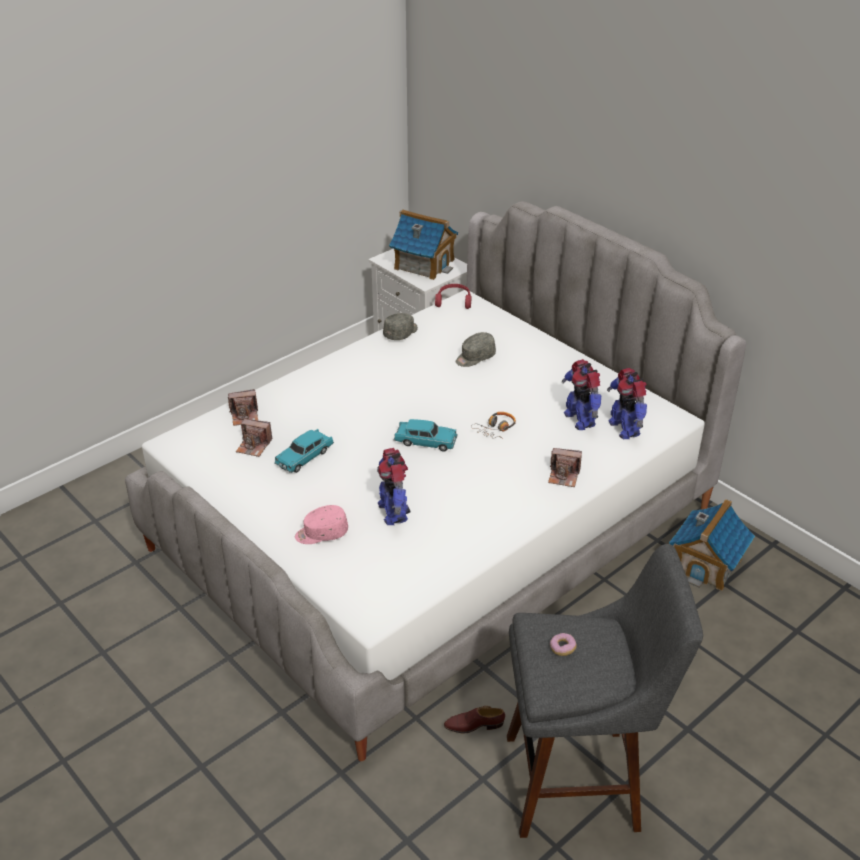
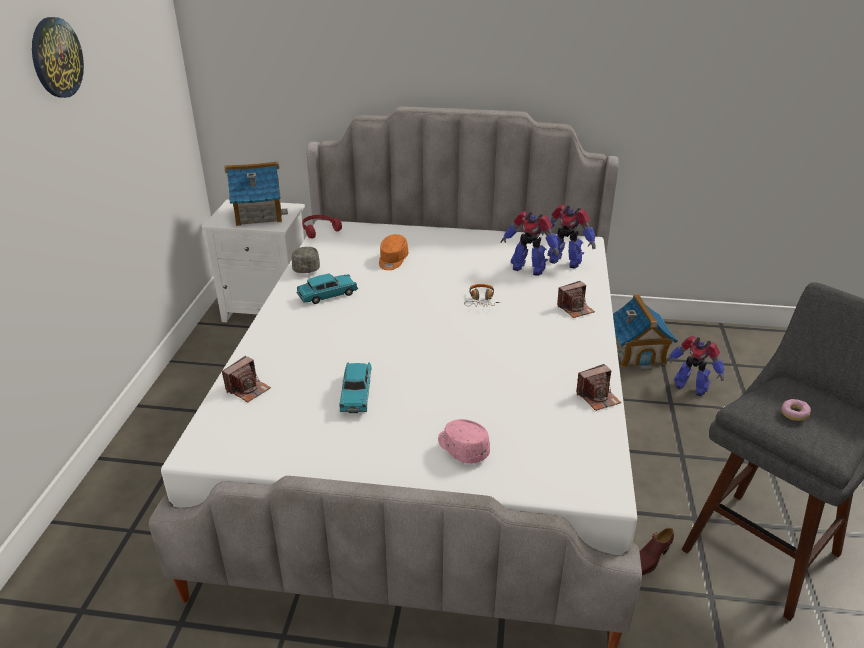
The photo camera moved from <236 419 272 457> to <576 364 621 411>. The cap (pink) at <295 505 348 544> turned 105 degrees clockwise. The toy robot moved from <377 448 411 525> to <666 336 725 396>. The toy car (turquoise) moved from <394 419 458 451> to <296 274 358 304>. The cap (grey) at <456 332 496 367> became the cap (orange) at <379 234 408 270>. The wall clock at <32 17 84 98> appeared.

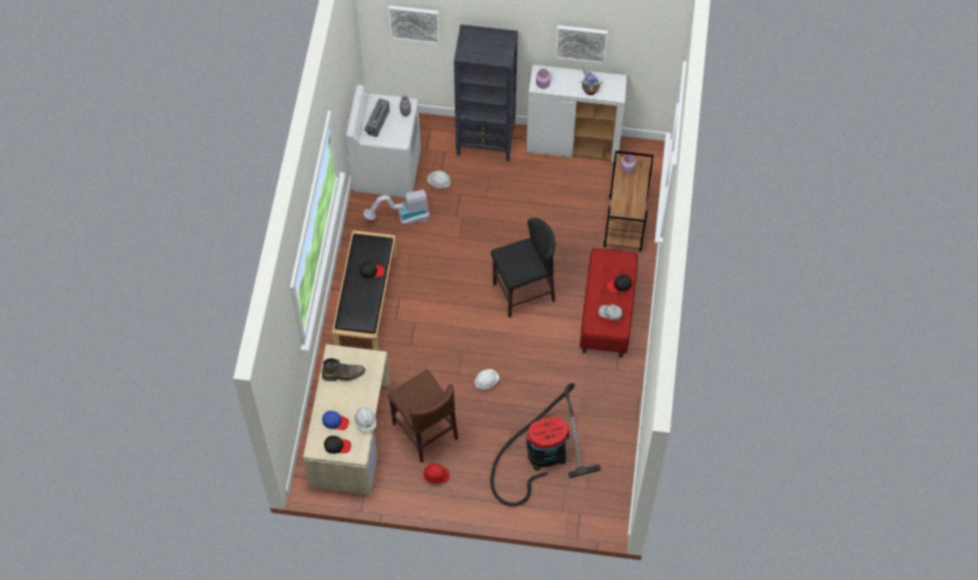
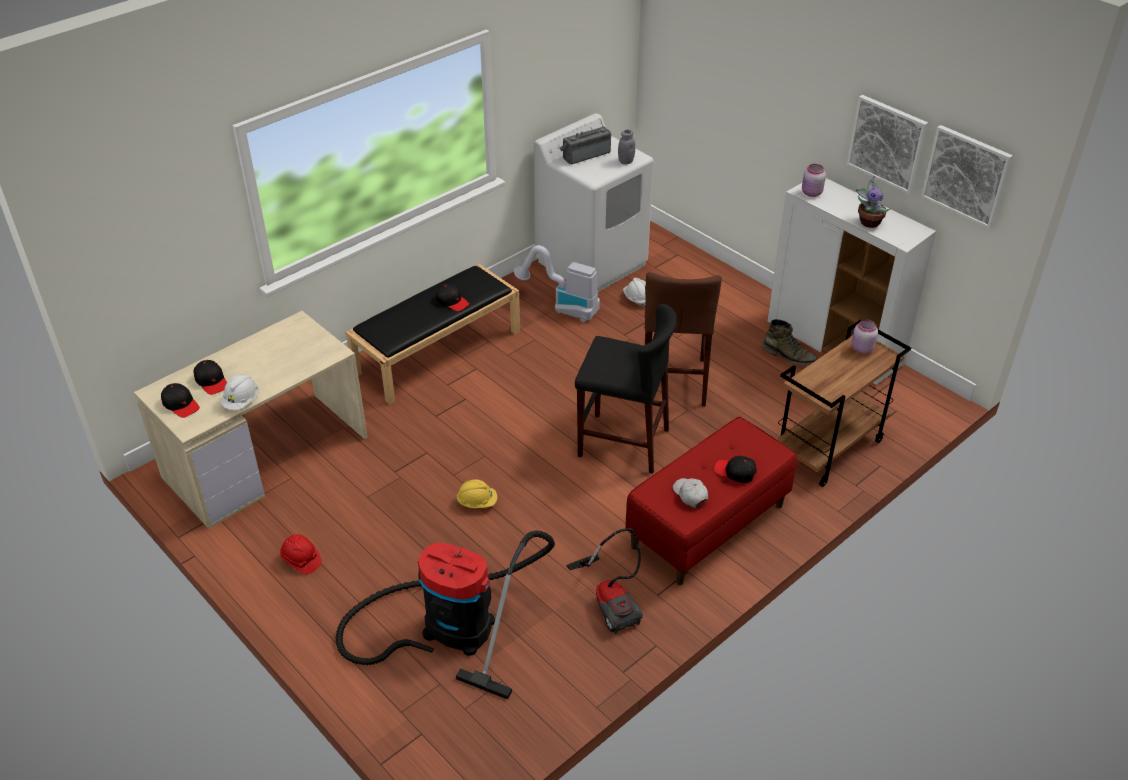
The boot (green) moved from <322 358 365 381> to <762 319 818 365>. The cap (blue) at <322 411 349 430> became the cap (black) at <194 360 227 395>. The picture moved from <388 5 440 44> to <921 125 1013 229>. The stool (brown) moved from <388 370 458 463> to <645 272 722 406>. The bookcase (black) at <454 24 518 161> disappeared. The hard hat (white) at <475 369 499 389> became the hard hat (yellow) at <456 479 497 508>. The vacuum cleaner at <567 528 643 634> appeared.

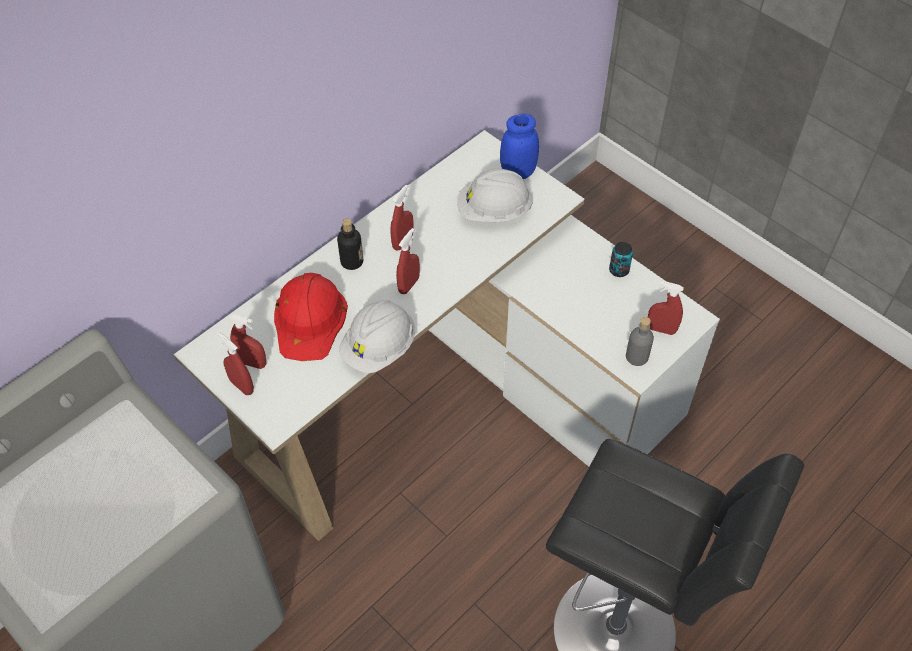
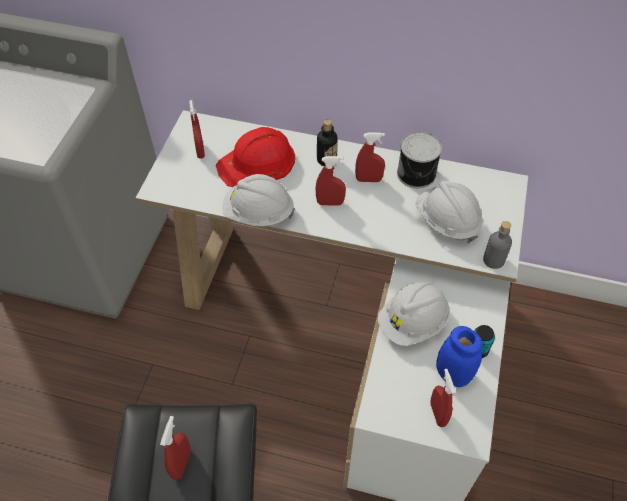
The spray bottle (red) moved from <218 332 254 395> to <160 416 191 480>. The jar (blue) moved from <500 114 539 179> to <436 326 482 387>. The bottle (grey) moved from <626 317 654 366> to <483 221 512 269>. The hard hat (white) at <378 282 450 346> appeared. The can at <397 132 442 189> appeared.

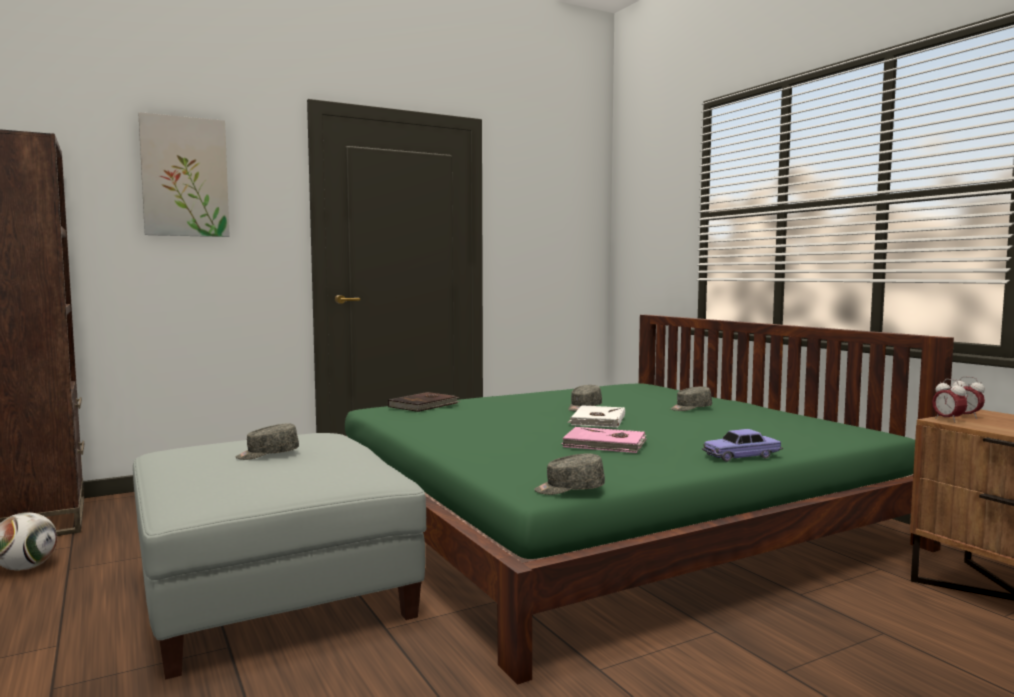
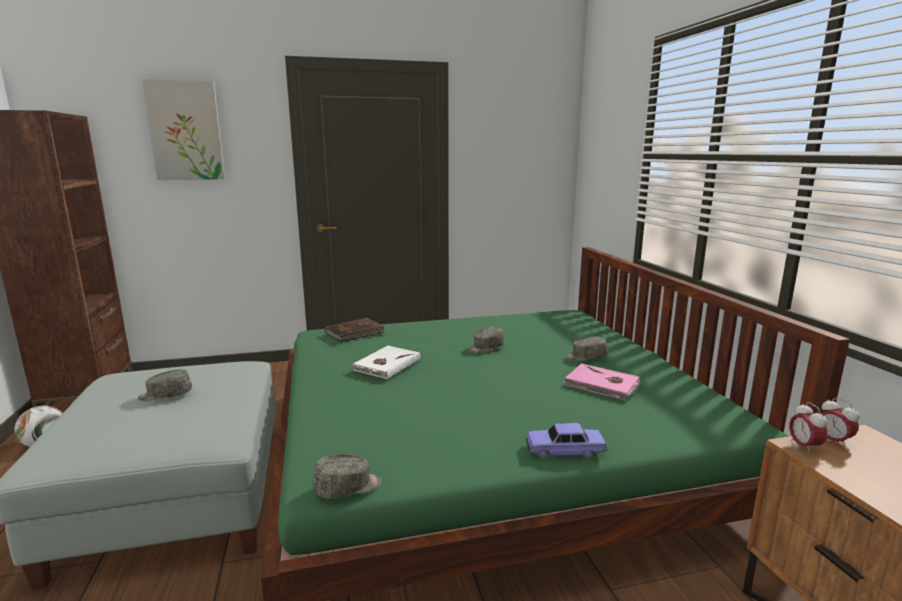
The cap (grey) at <534 454 605 495> turned 150 degrees clockwise. The book (pink) moved from <562 427 647 453> to <564 364 640 400>. The book (white) moved from <567 405 625 428> to <350 346 420 379>.

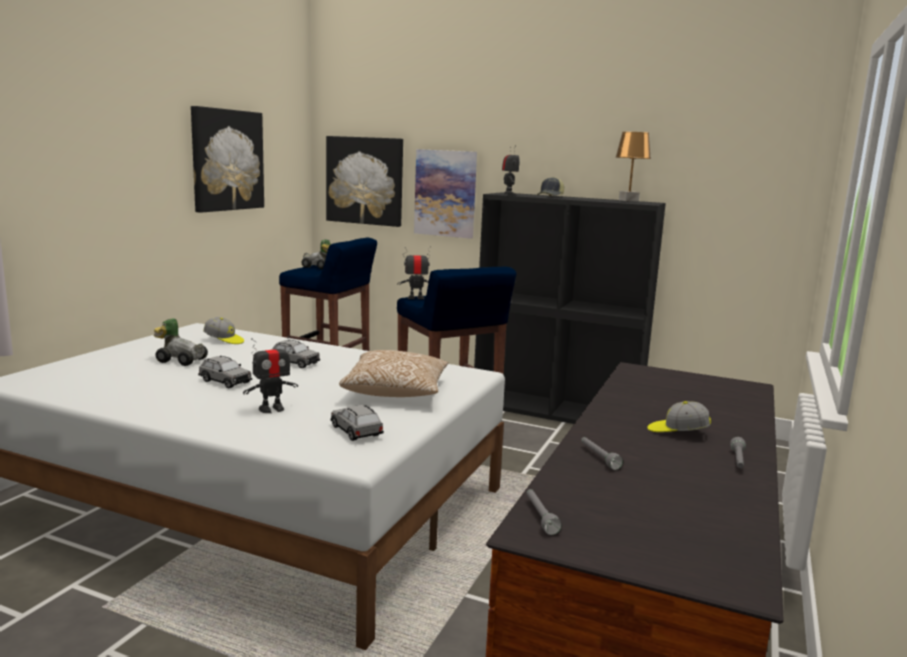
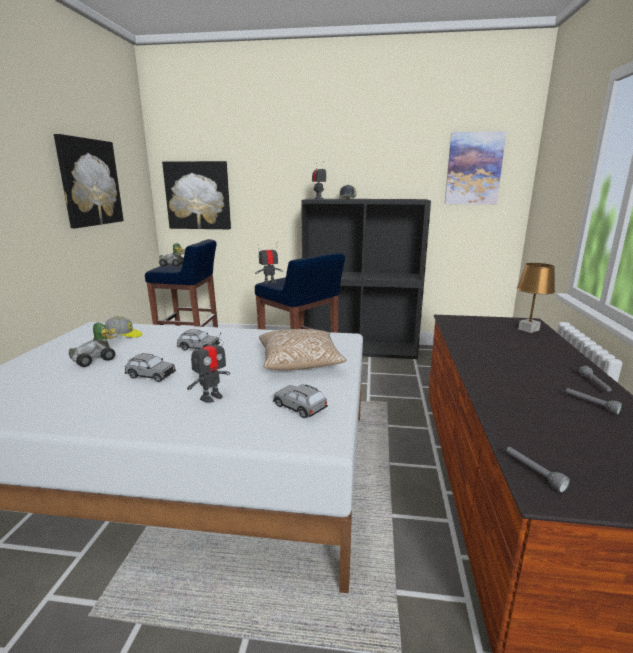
The toy car at <153 318 208 366> turned 135 degrees clockwise. The picture moved from <414 149 477 239> to <445 131 506 204>. The flashlight (grey) moved from <581 437 623 470> to <565 388 623 415>. The table lamp (brown) moved from <616 132 651 202> to <517 263 555 333>. The cap at <647 401 711 432> disappeared.

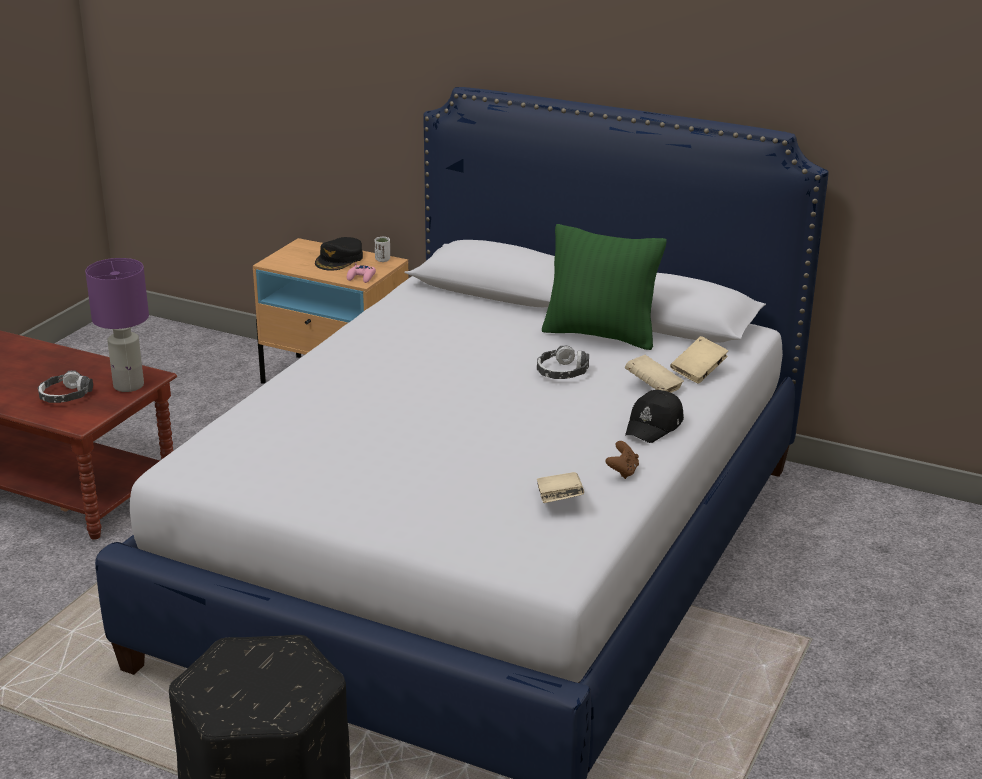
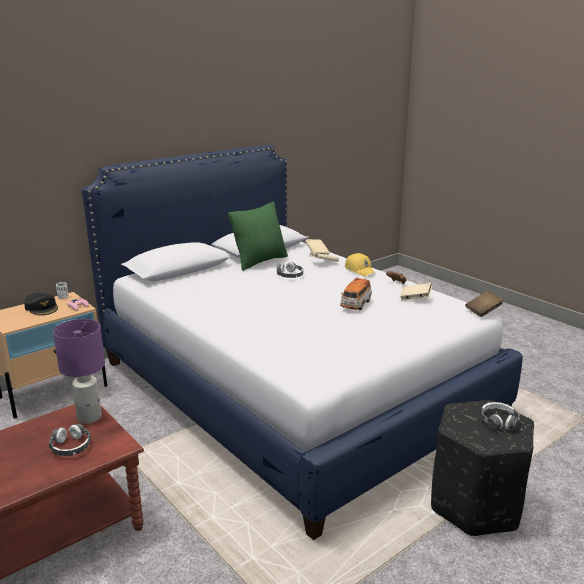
The cap (black) at <625 390 684 443> became the cap (yellow) at <345 253 376 276>. The toy car at <340 277 372 310> appeared. The book (brown) at <466 291 503 317> appeared. The headphones at <481 402 520 430> appeared.

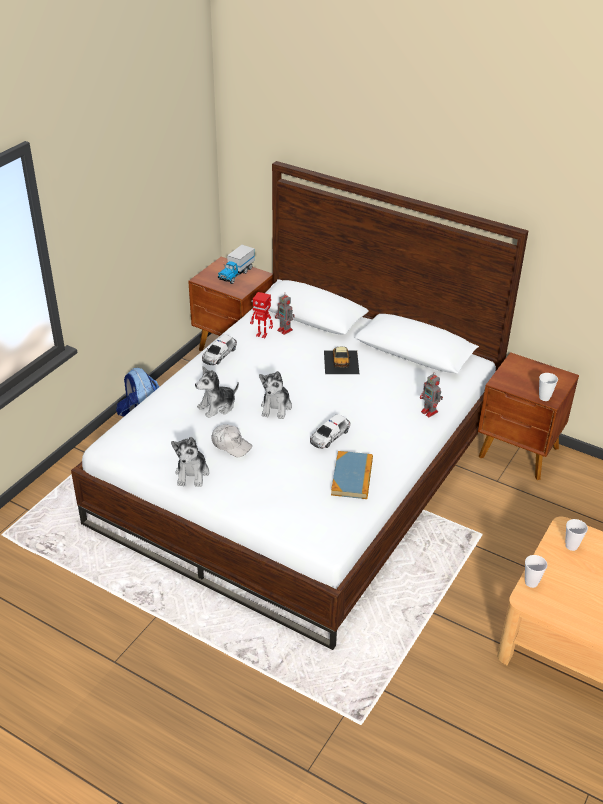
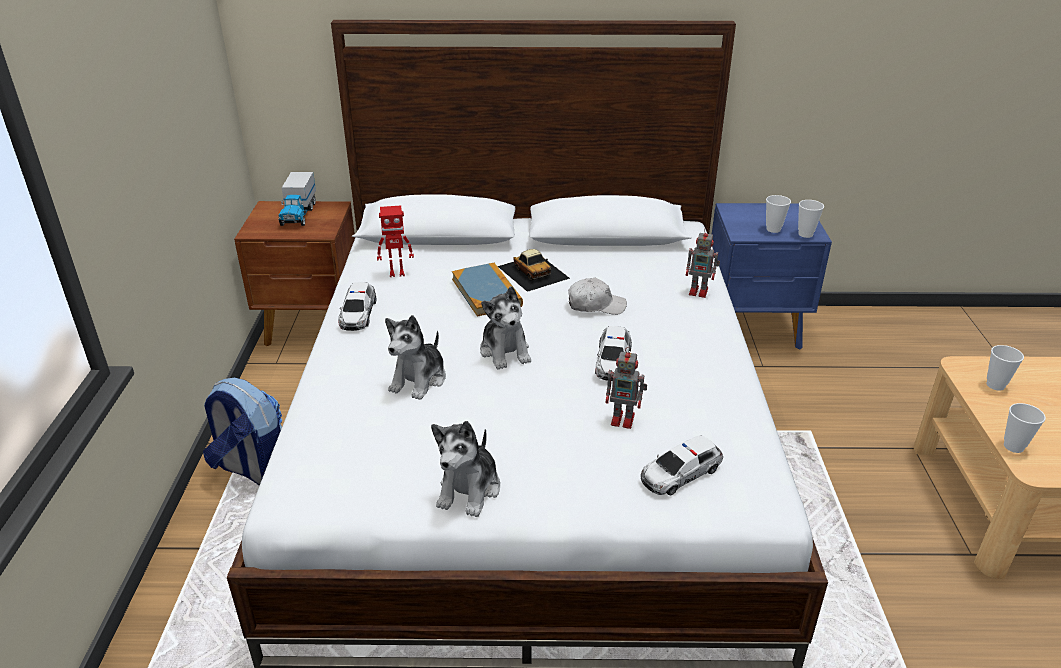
The plush toy at <171 437 209 487> turned 45 degrees clockwise. The cap (white) moved from <211 424 252 457> to <568 278 627 315>. The toy robot moved from <275 292 295 335> to <605 347 647 429>. The book moved from <331 451 373 499> to <452 263 523 317>. The nightstand (brown) at <478 352 579 480> became the nightstand (blue) at <712 203 832 349>. The toy car at <641 435 723 495> appeared. The cup at <766 195 791 233> appeared.

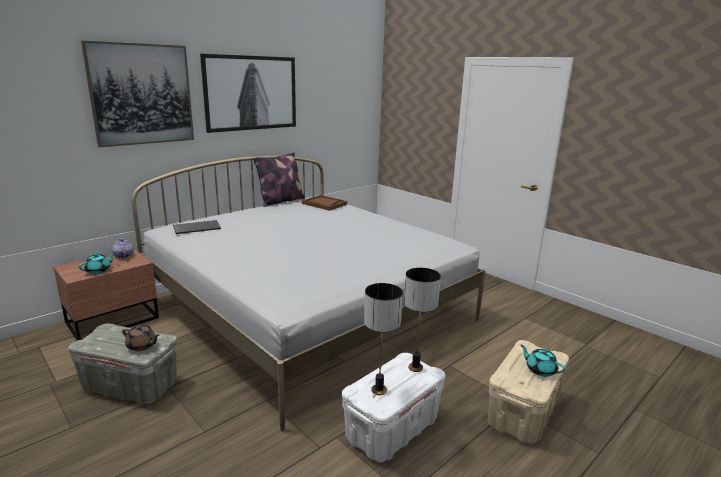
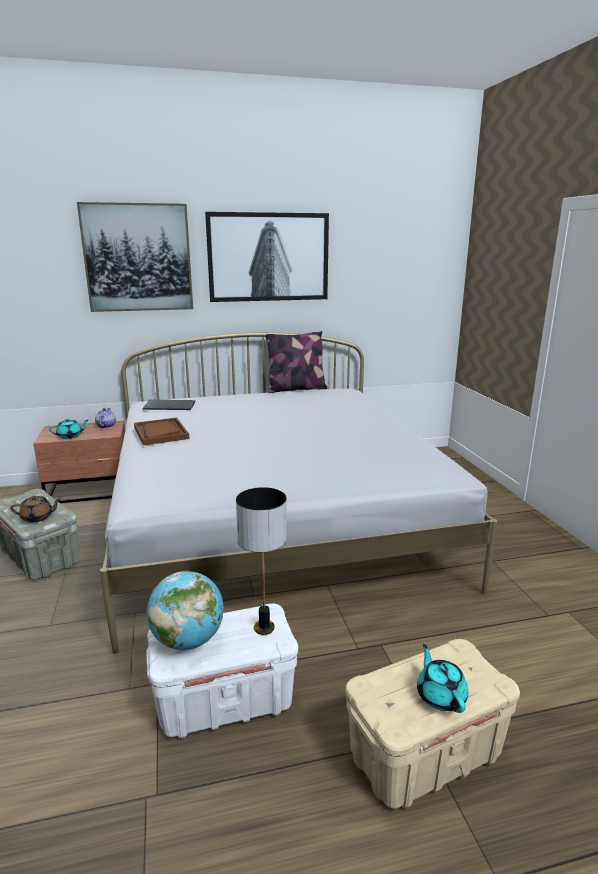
The teapot (brown) at <122 325 160 351> turned 60 degrees counterclockwise. The tray (brown) moved from <302 195 347 211> to <134 417 189 445>. The table lamp at <364 283 403 395> was replaced by the globe at <147 571 224 650>.

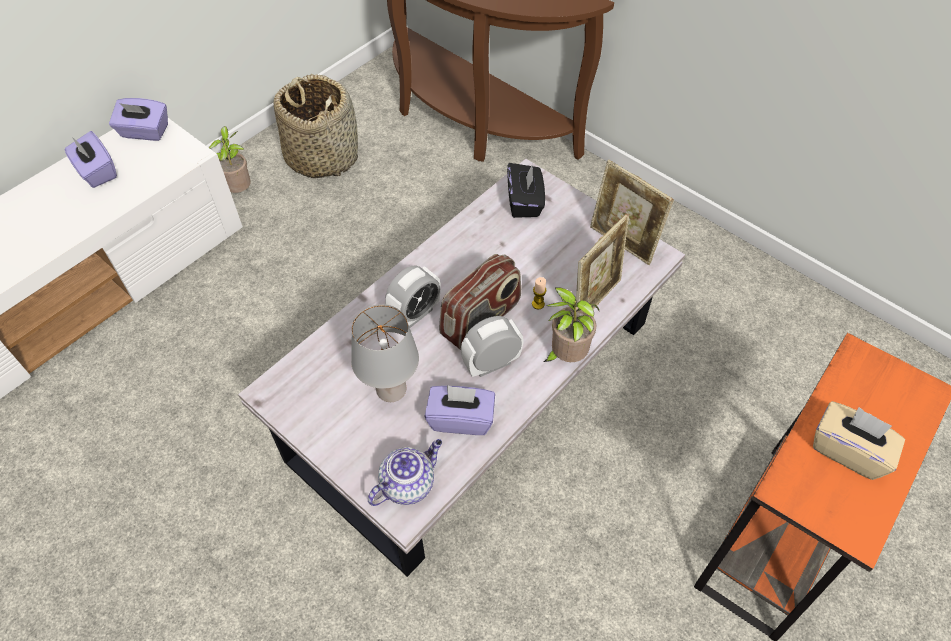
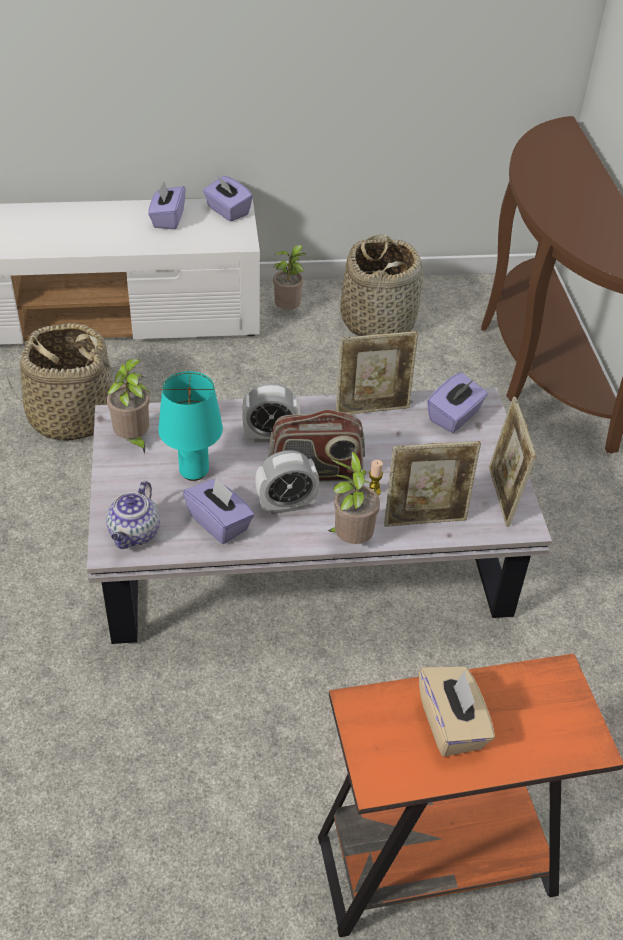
The table lamp (grey) at <351 304 419 402> became the table lamp (turquoise) at <158 371 223 481>. The teapot at <368 439 442 506> turned 105 degrees clockwise. The alarm clock at <461 316 524 377> turned 150 degrees clockwise. The tissue box (black) at <507 163 545 218> became the tissue box (purple) at <427 373 488 433>. The basket at <7 323 114 441> appeared. The potted plant at <107 359 150 455> appeared. The picture frame at <336 331 419 414> appeared.

